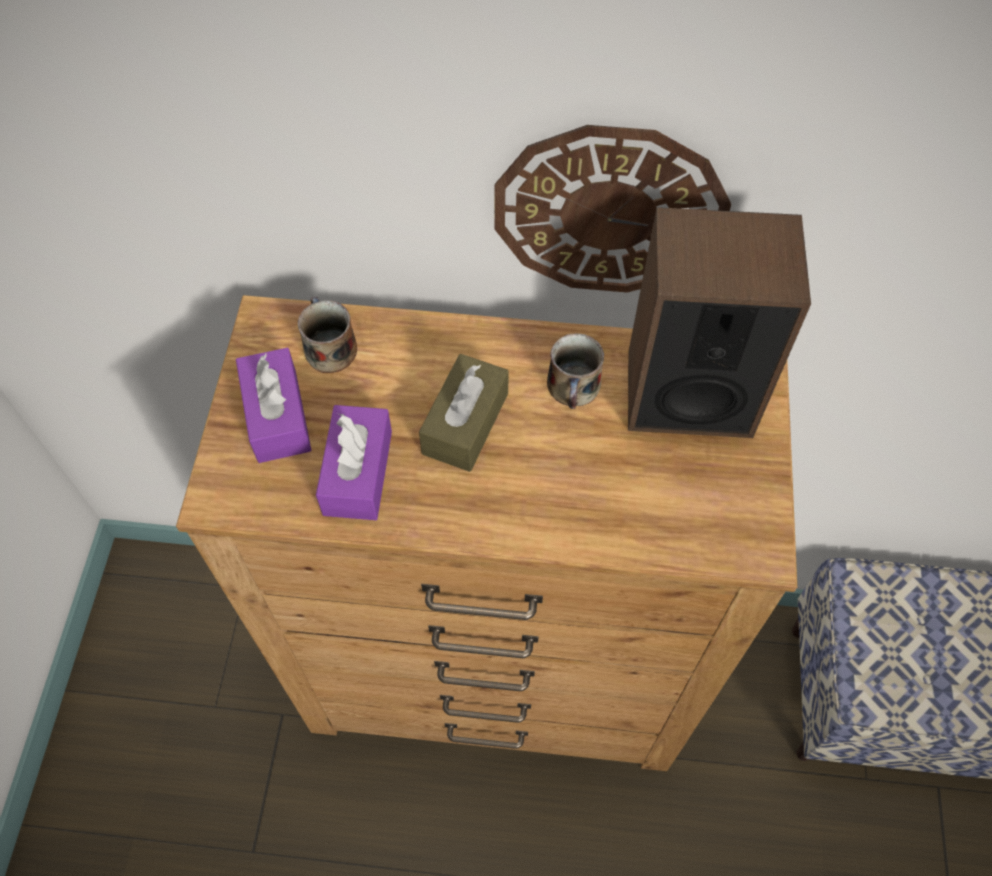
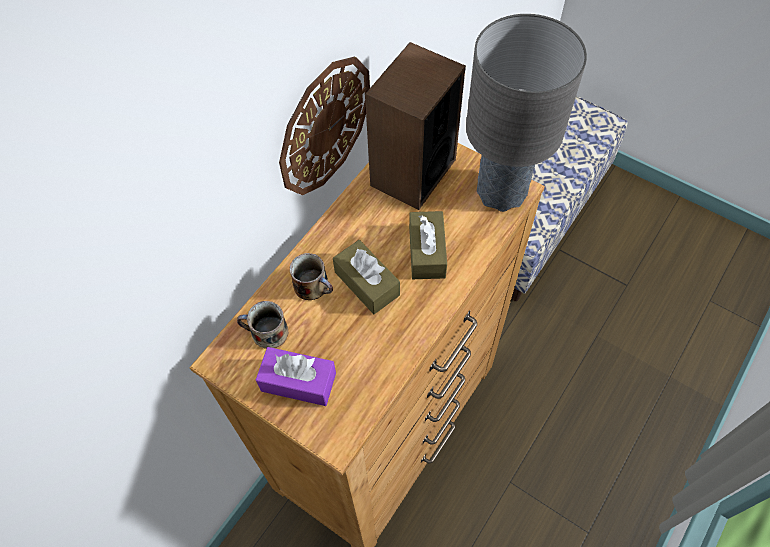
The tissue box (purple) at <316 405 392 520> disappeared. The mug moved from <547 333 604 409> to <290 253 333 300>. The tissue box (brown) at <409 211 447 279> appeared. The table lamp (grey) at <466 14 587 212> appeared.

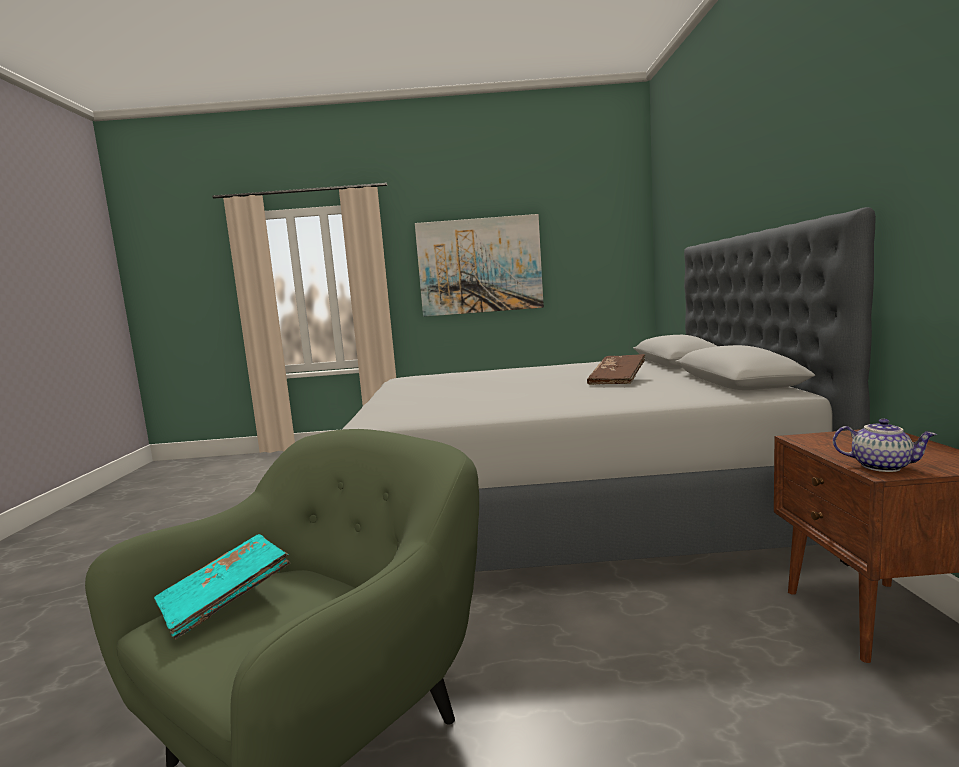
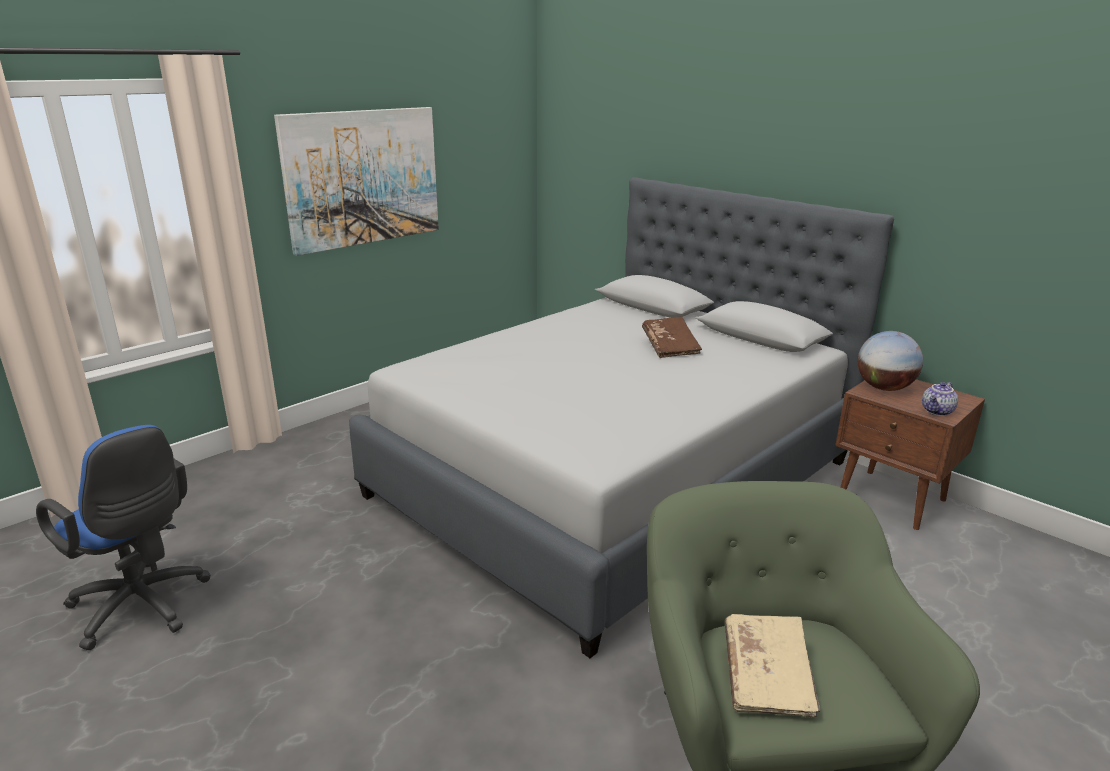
The book (turquoise) at <154 534 290 639> became the book (beige) at <724 614 820 717>. The teapot at <833 419 937 472> turned 150 degrees clockwise. The office chair (blue) at <36 425 211 650> appeared. The globe at <857 331 923 391> appeared.

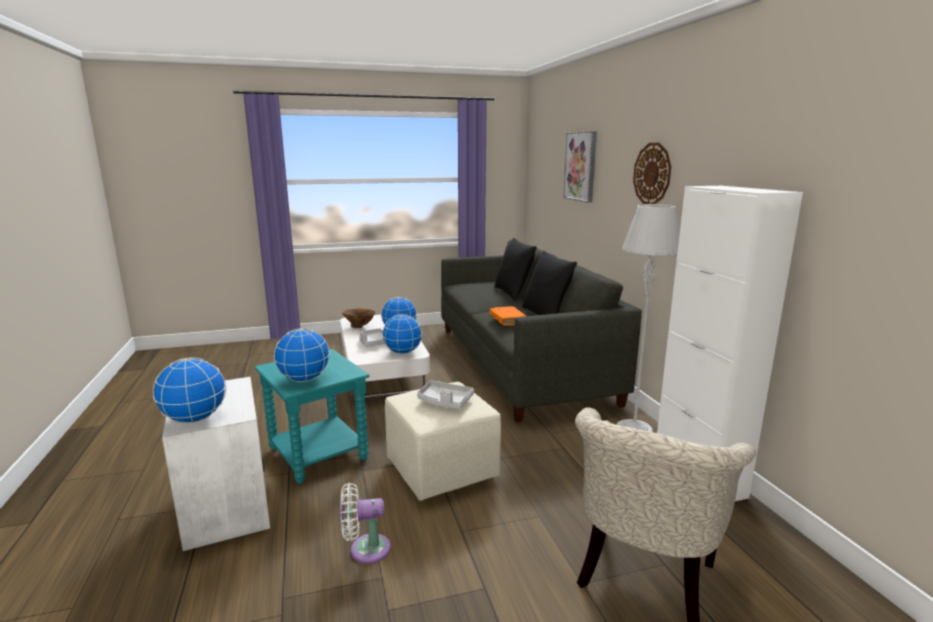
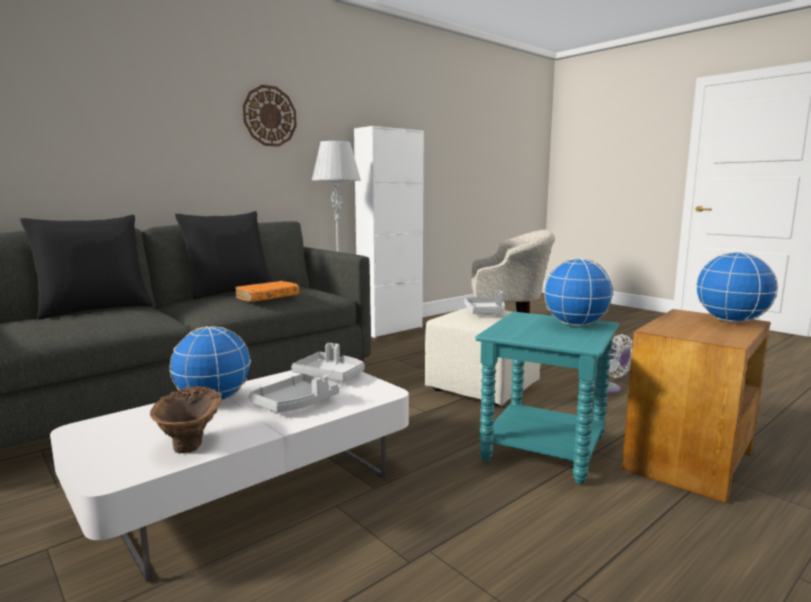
The side table (white) at <162 377 270 551> became the side table (brown) at <622 309 770 503>. The globe at <382 314 422 354> was replaced by the tray (grey) at <291 343 365 382>. The picture at <563 131 597 203> disappeared.

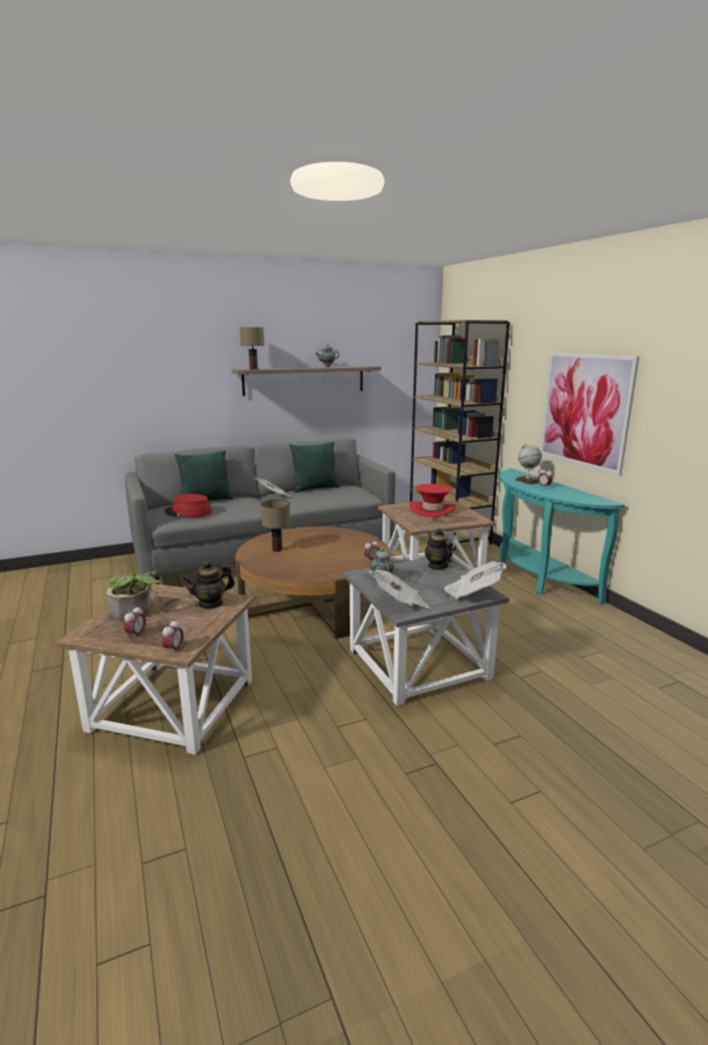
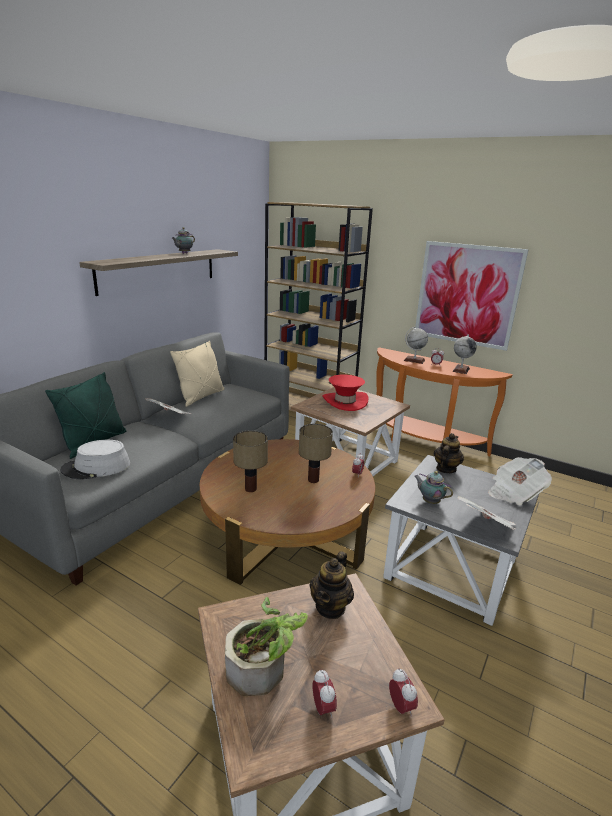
The hat (red) at <165 494 212 517> became the hat (grey) at <60 440 130 480>. The table lamp moved from <240 327 264 369> to <299 424 333 483>. The pillow (green) at <289 442 340 493> became the pillow (beige) at <170 341 224 407>. The teapot at <425 528 453 570> turned 90 degrees clockwise. The console table (turquoise) at <500 469 625 605> became the console table (orange) at <376 347 513 456>. The globe at <453 334 477 374> appeared.

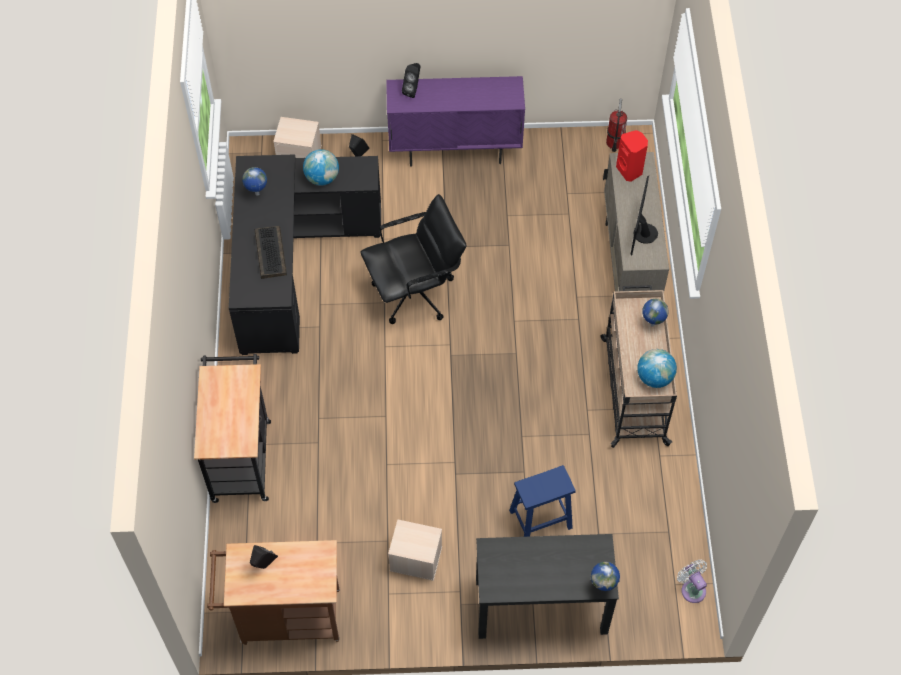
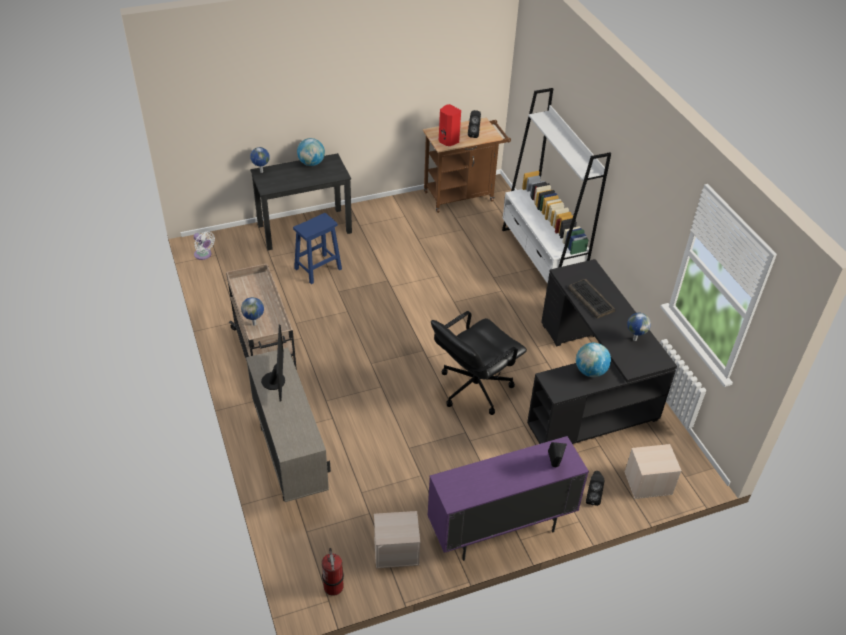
The cart (black) at <194 354 271 503> was replaced by the bookcase (white) at <502 88 611 284>. The storage box (beige) moved from <388 520 442 581> to <374 511 420 568>. The speaker (red) moved from <616 130 648 182> to <439 104 461 146>. The globe moved from <637 349 677 388> to <297 138 325 166>.

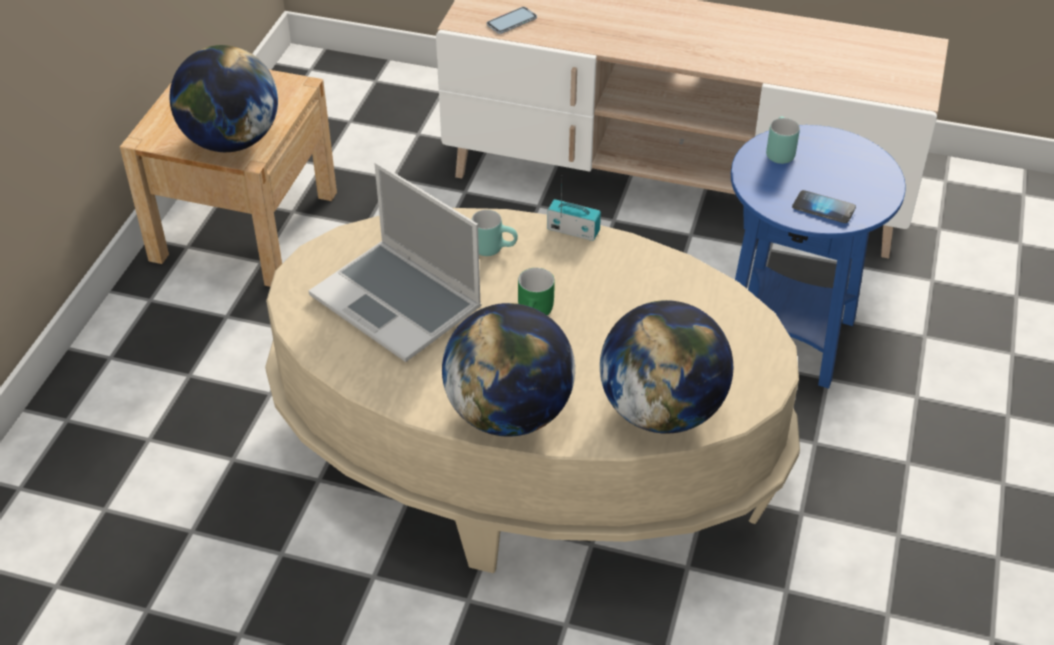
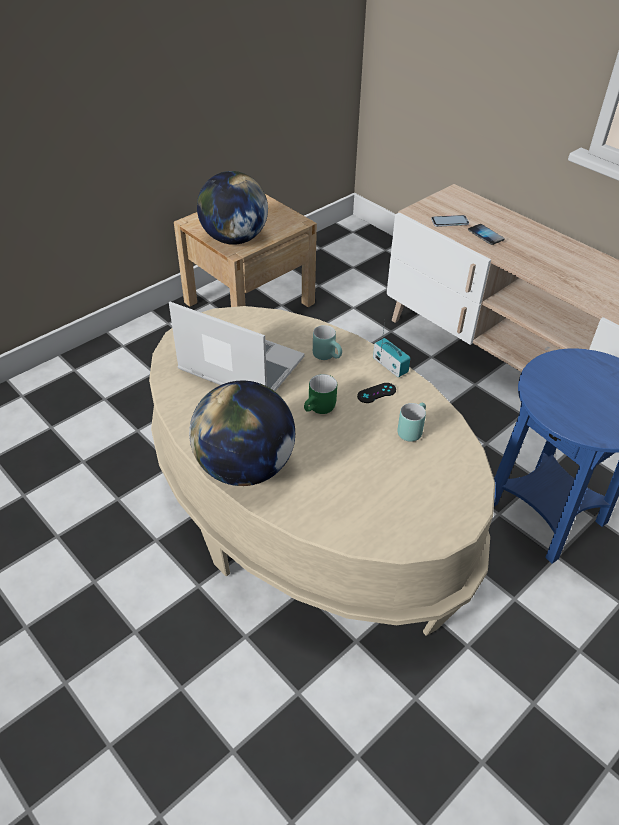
The laptop at <308 162 482 362> turned 135 degrees clockwise. The globe at <600 300 733 434> disappeared. The mug (turquoise) moved from <766 117 800 164> to <397 402 426 442>. The phone moved from <792 190 856 223> to <468 224 505 245>. The game controller (black) at <357 383 396 403> appeared.

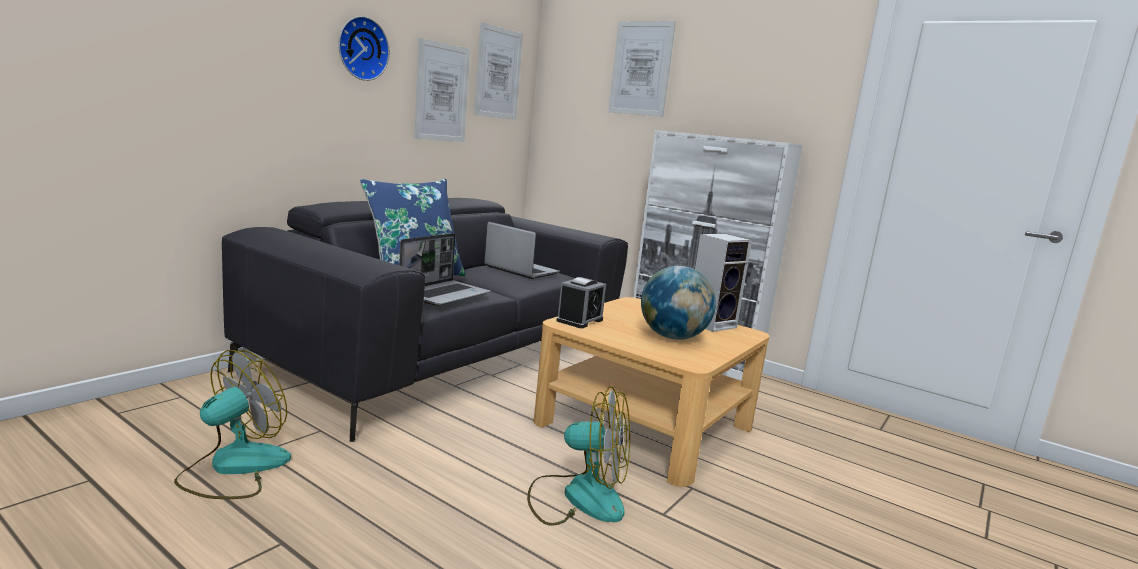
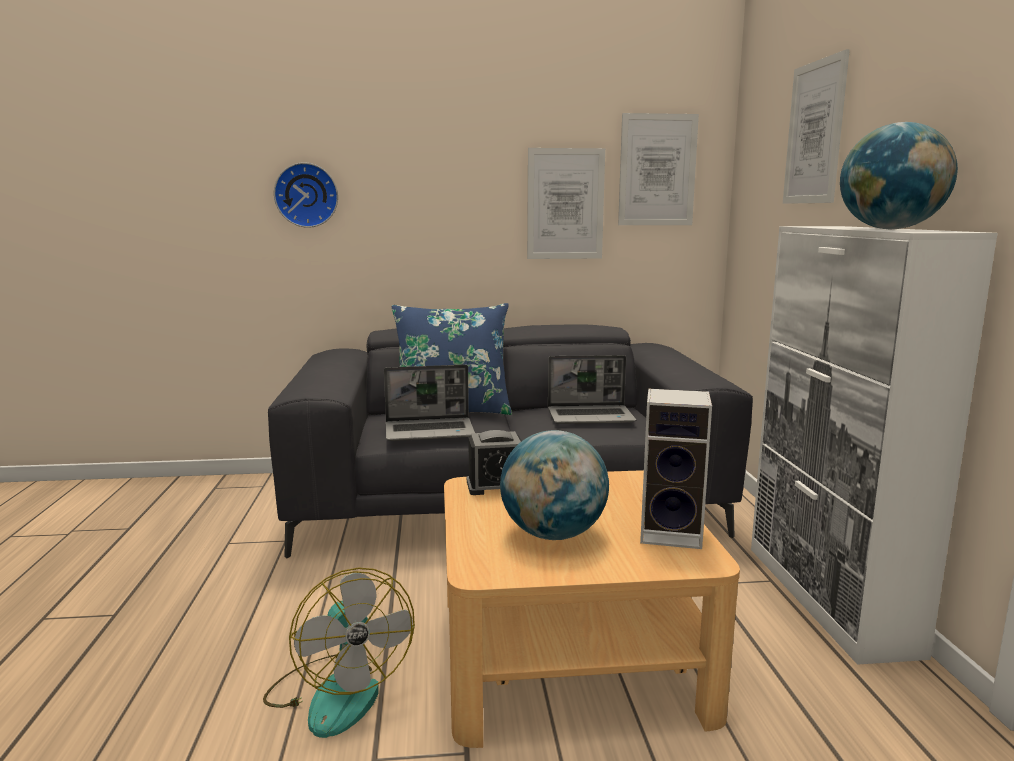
The fan at <174 350 291 499> disappeared. The wall clock moved from <338 16 390 81> to <274 162 338 228>. The laptop at <484 221 560 279> turned 90 degrees clockwise. The globe at <840 122 958 229> appeared.

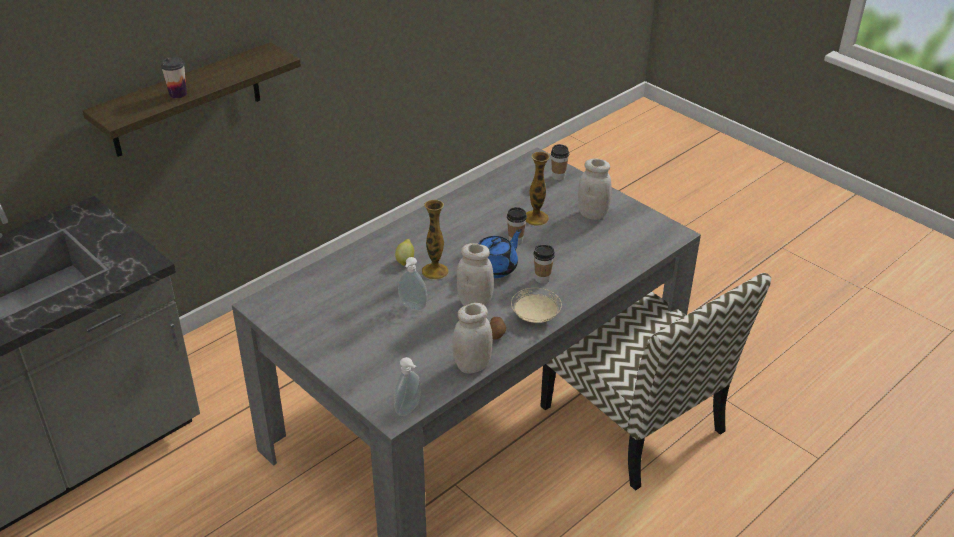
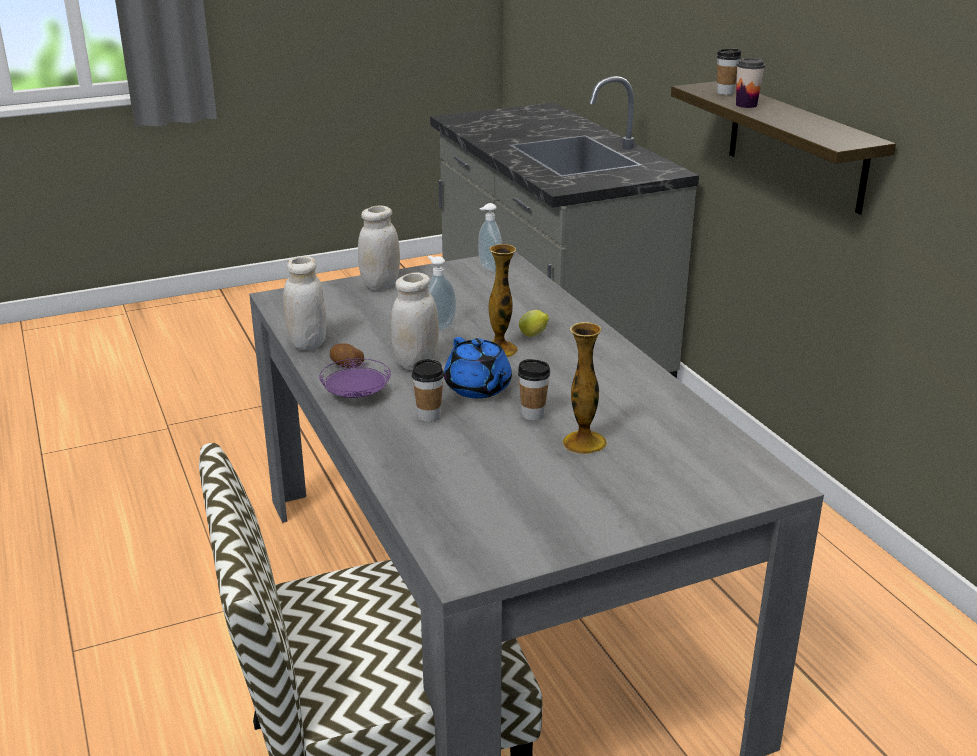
The soap dispenser moved from <394 357 421 416> to <478 203 502 272>. The plate (beige) at <511 288 562 323> became the plate (purple) at <319 358 391 398>. The cup moved from <551 144 569 180> to <717 49 741 95>. The jar (white) moved from <578 158 612 220> to <358 206 400 291>.

